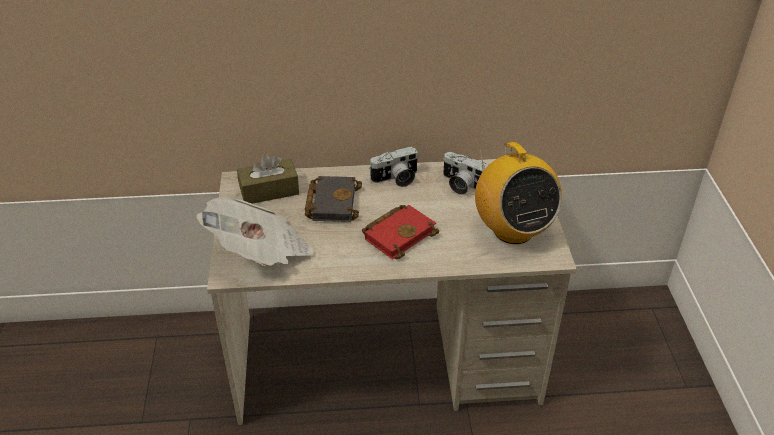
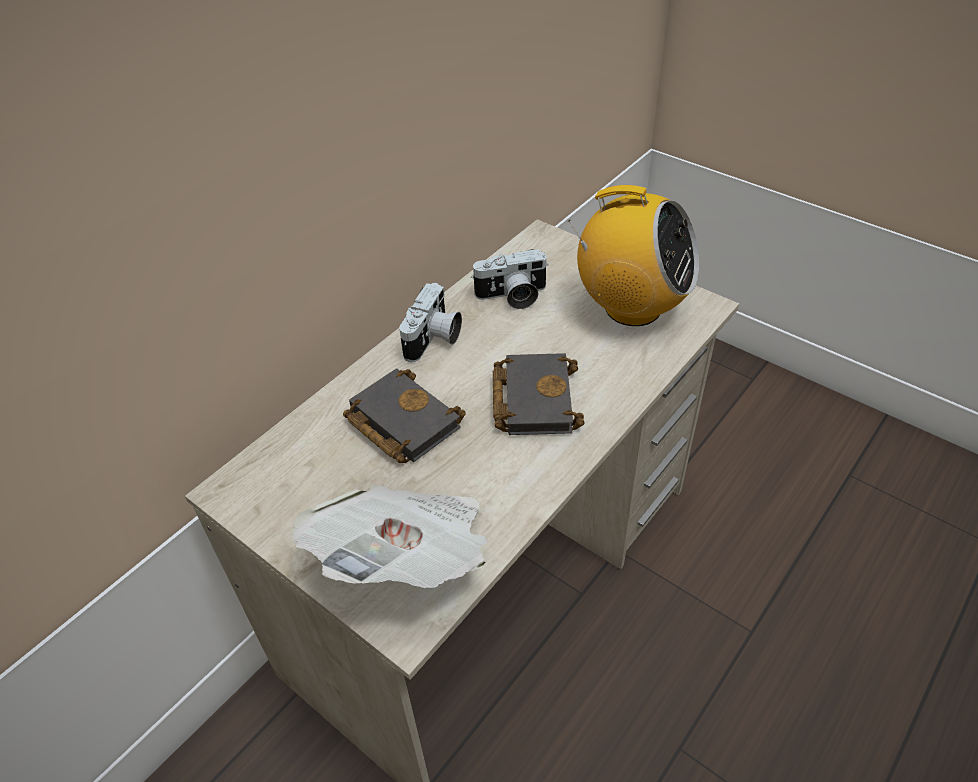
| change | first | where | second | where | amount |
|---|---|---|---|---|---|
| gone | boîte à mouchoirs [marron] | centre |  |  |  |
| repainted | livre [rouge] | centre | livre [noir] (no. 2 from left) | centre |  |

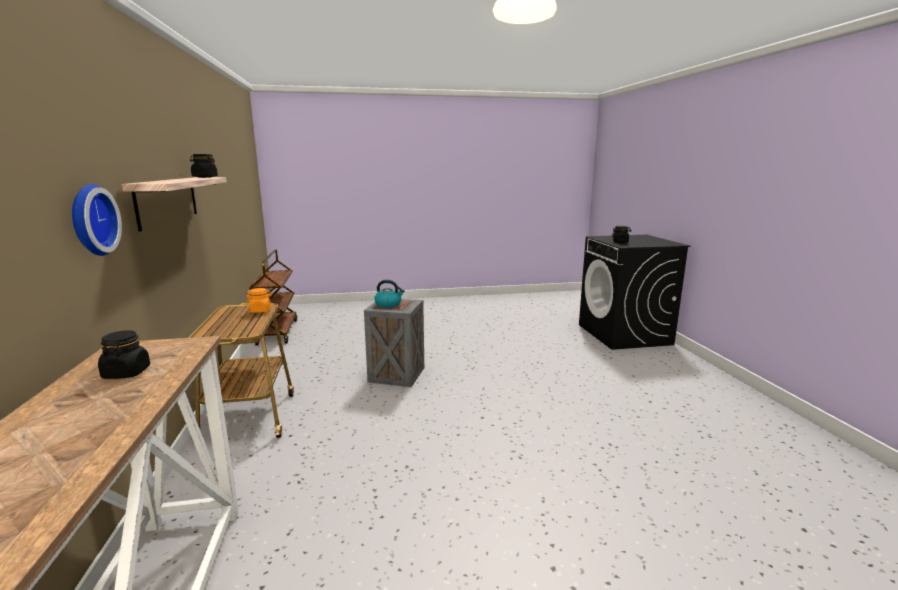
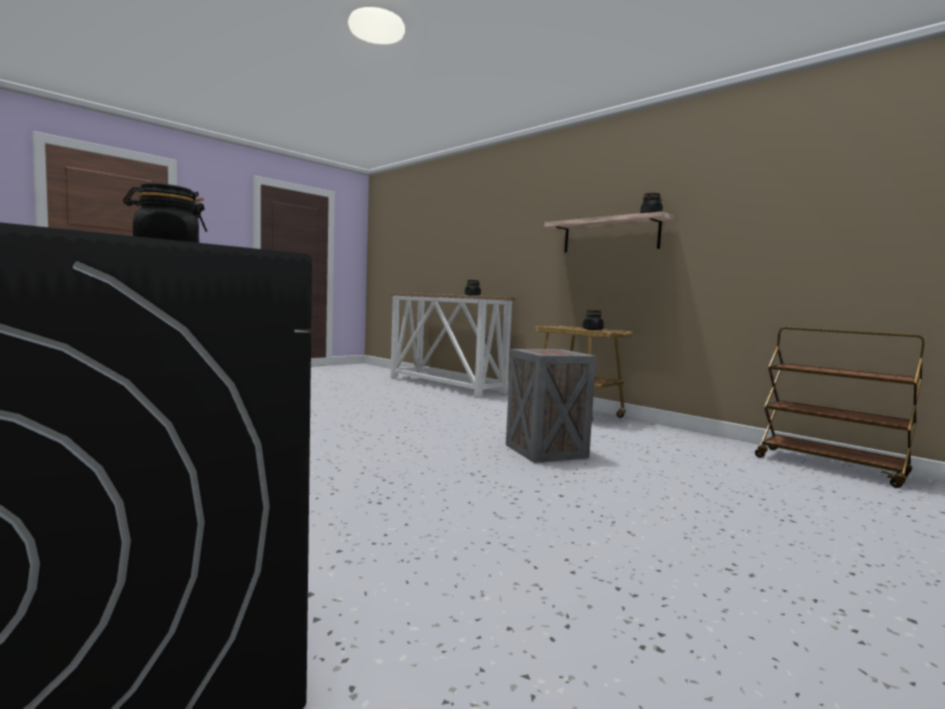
| change | first | where | second | where | amount |
|---|---|---|---|---|---|
| gone | horloge murale | middle left |  |  |  |
| repainted | bocal [orange] | middle left | bocal [noir] (no. 3 from left) | centre |  |
| gone | bouilloire | centre |  |  |  |

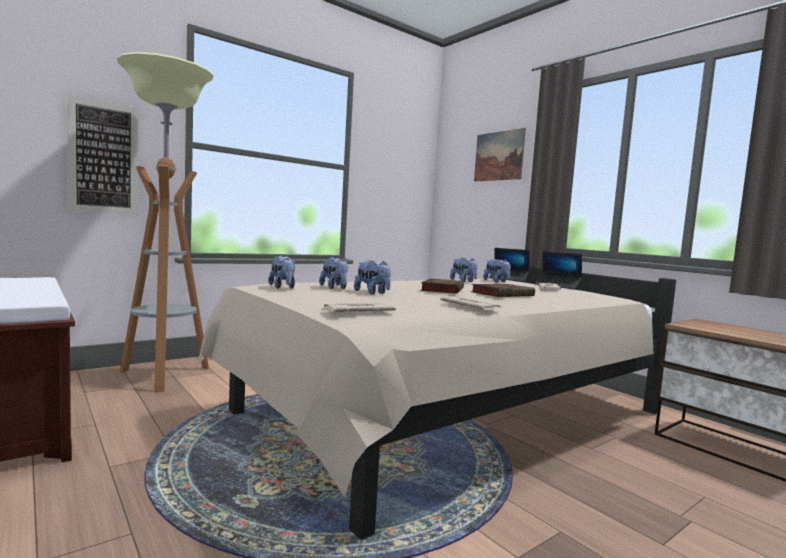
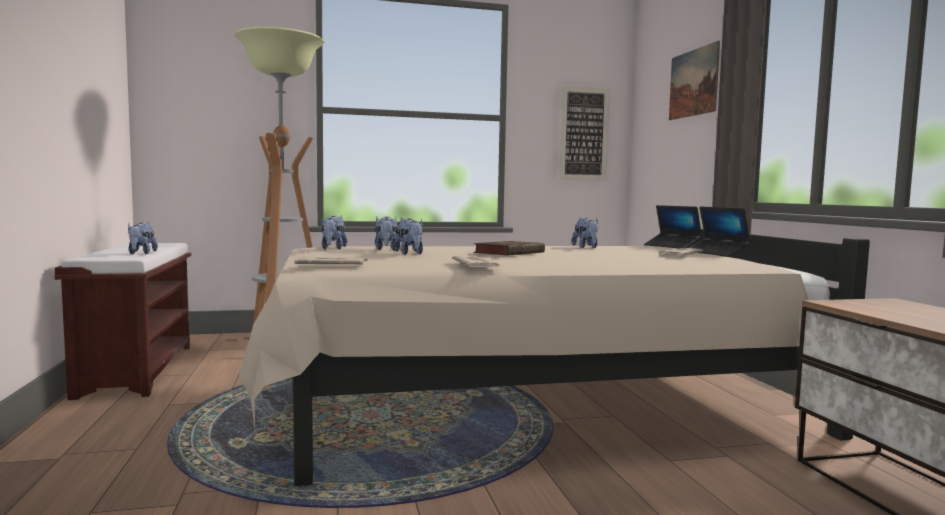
| change | first | where | second | where | amount |
|---|---|---|---|---|---|
| shifted | tableau (no. 1 from left) | top left |  | top centre |  |
| gone | livre (no. 2 from left) | centre |  |  |  |
| shifted | peluche (no. 5 from left in the first image) | centre | peluche (no. 1 from left) | middle left |  |

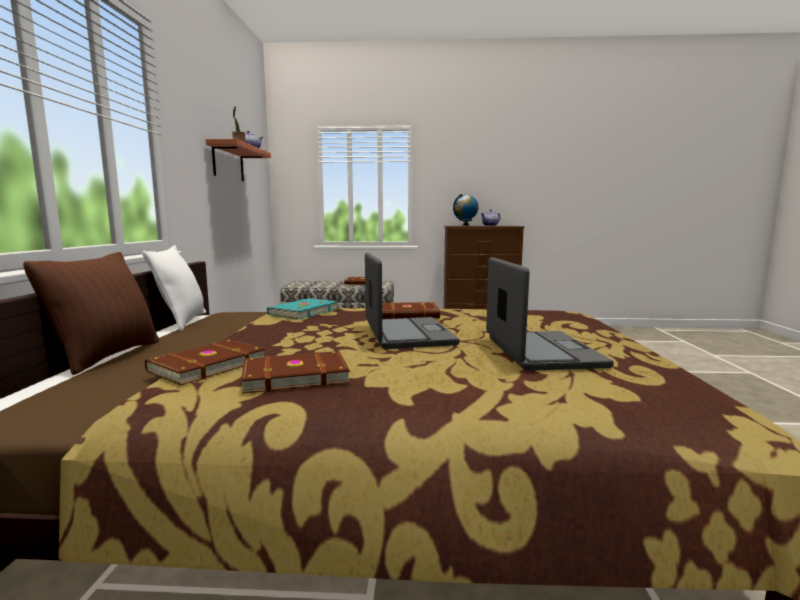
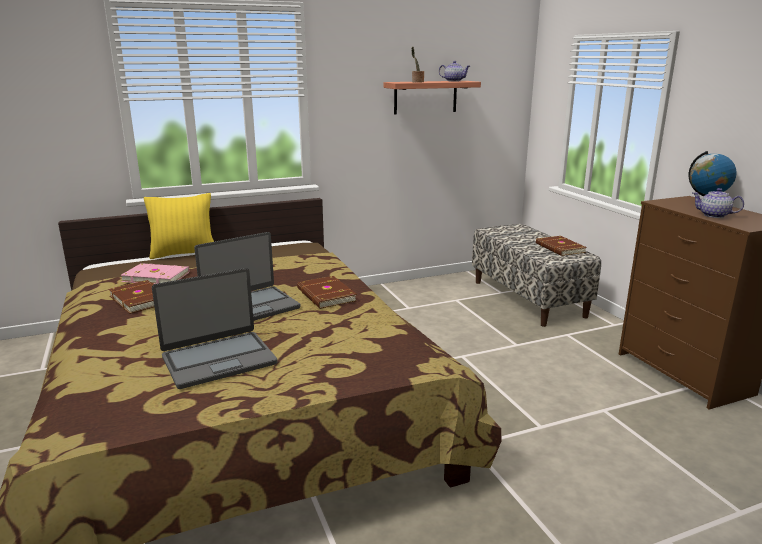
| change | first | where | second | where | amount |
|---|---|---|---|---|---|
| repainted | coussin [marron] | middle left | coussin [jaune] | middle left |  |
| gone | coussin [blanc] | middle left |  |  |  |
| repainted | livre [marron] (no. 1 from left) | middle left | livre [rose] | middle left |  |
| gone | livre [turquoise] | centre |  |  |  |

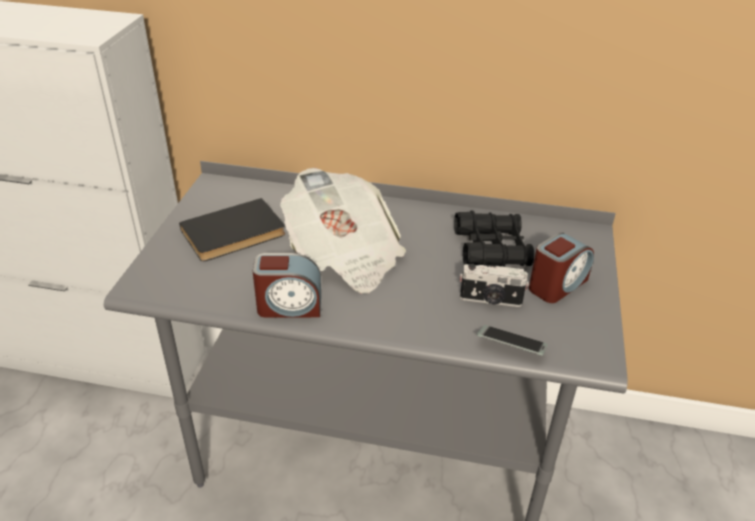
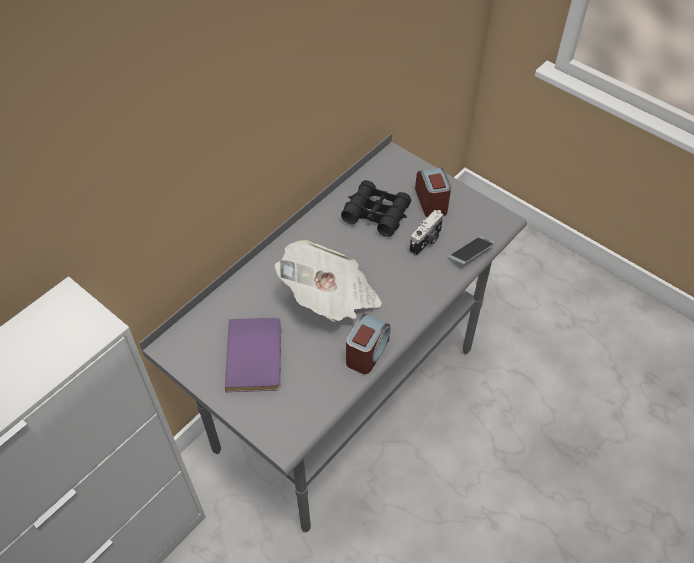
| change | first | where | second | where | amount |
|---|---|---|---|---|---|
| repainted | livre [noir] | middle left | livre [violet] | centre |  |

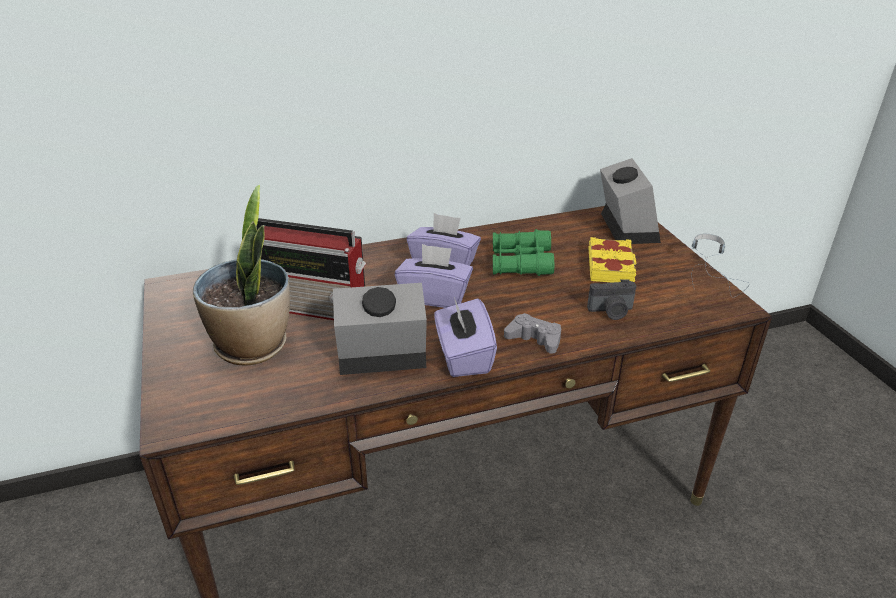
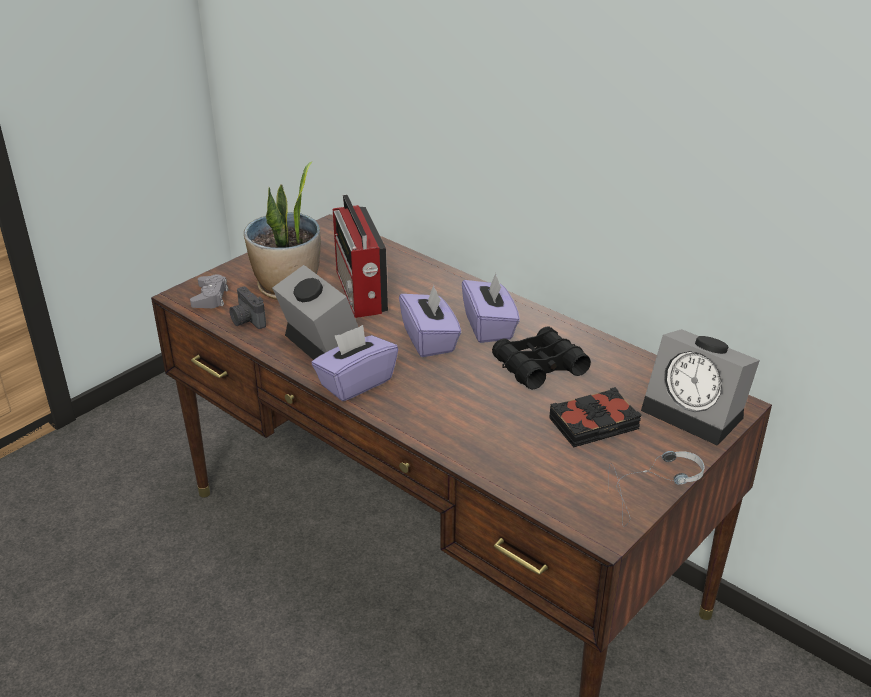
| change | first | where | second | where | amount |
|---|---|---|---|---|---|
| repainted | jumelles [vert] | centre | jumelles [noir] | centre |  |
| shifted | manette [gris] | centre |  | middle left |  |
| shifted | appareil photo | middle right |  | middle left |  |
| repainted | livre [jaune] | middle right | livre [noir] | middle right |  |
| rotated | réveil (no. 2 from left) | middle right |  | middle right | 75 degrees clockwise |

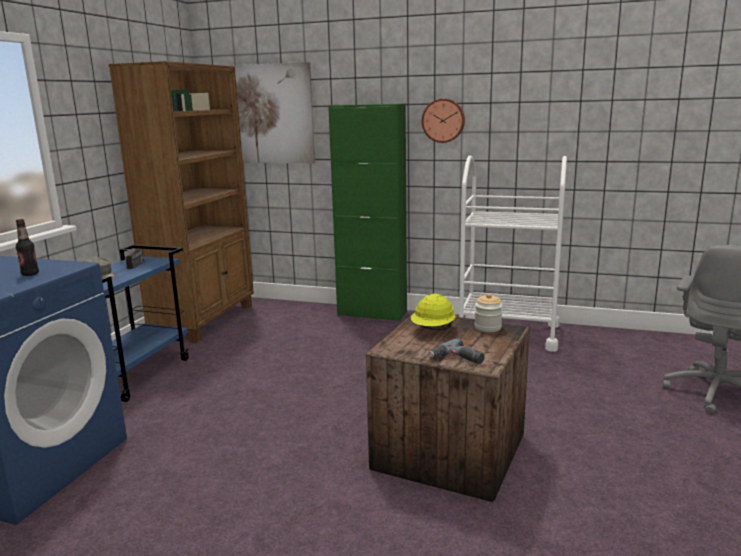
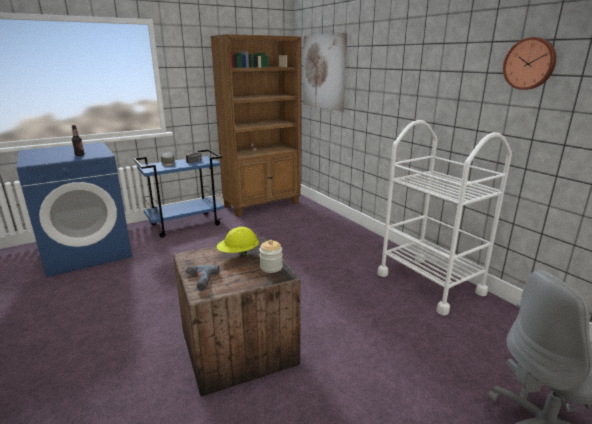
| change | first | where | second | where | amount |
|---|---|---|---|---|---|
| gone | meuble de rangement [vert] | centre |  |  |  |
| shifted | horloge murale | top centre |  | top right |  |

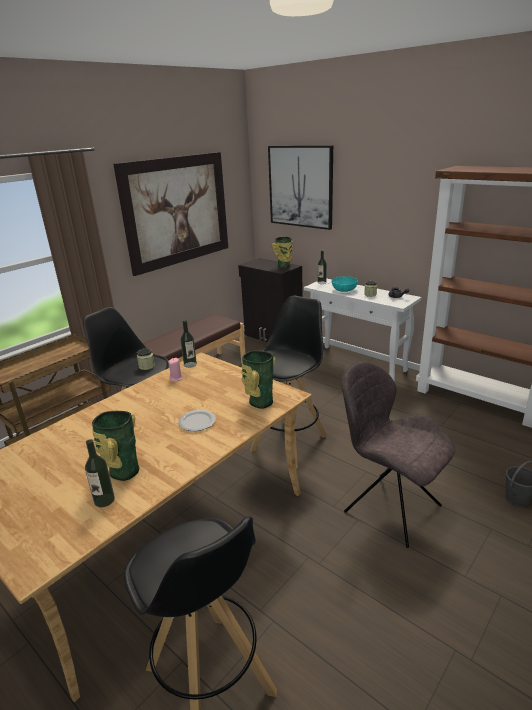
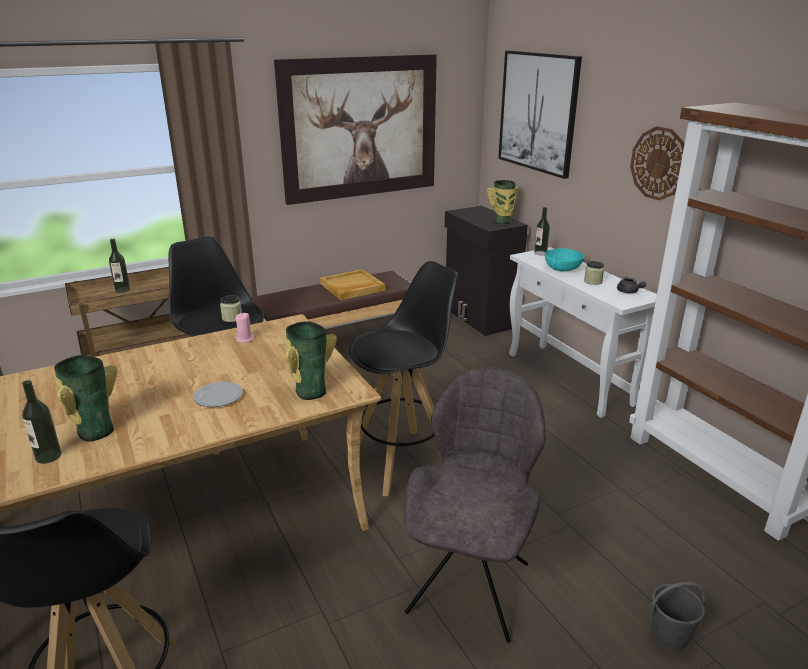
| change | first | where | second | where | amount |
|---|---|---|---|---|---|
| shifted | bouteille (no. 2 from left) | centre |  | middle left |  |
| rotated | chaise [gris] | middle right |  | bottom centre | 45 degrees clockwise |
| new |  |  | plateau [beige] | centre |  |
| new |  |  | horloge murale | top right |  |

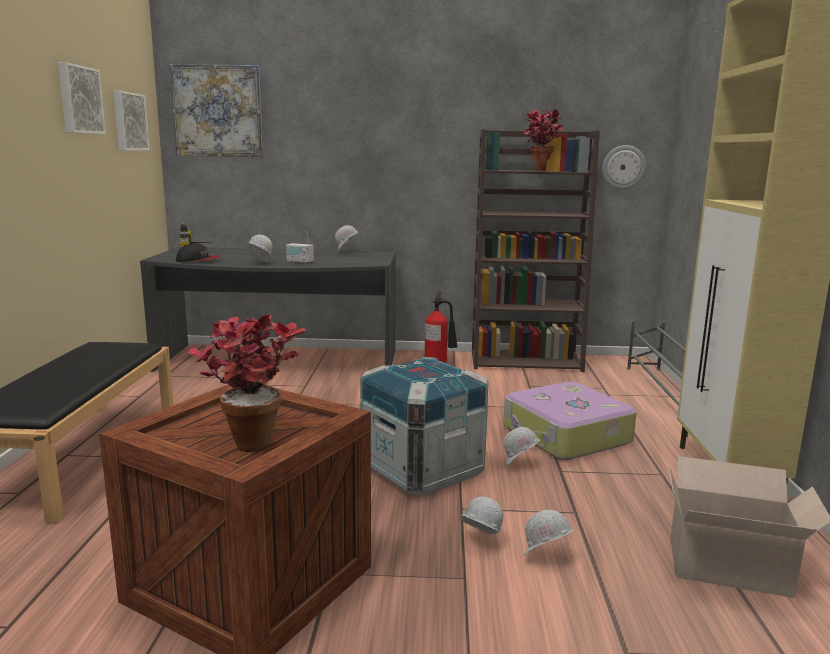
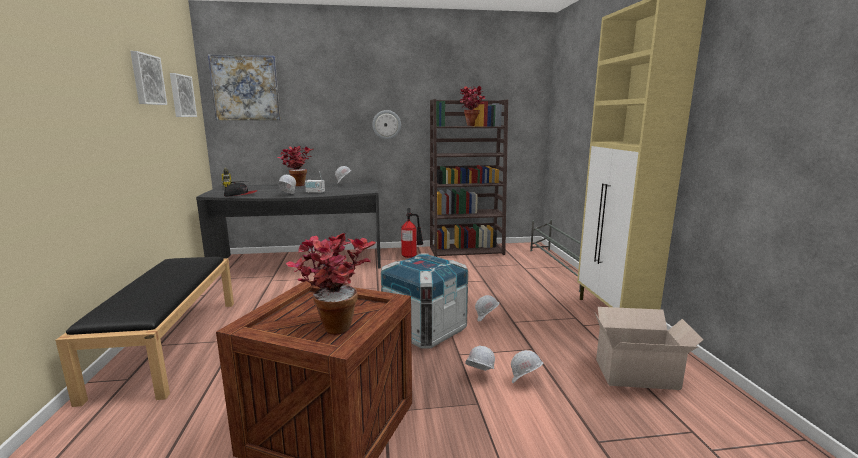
| change | first | where | second | where | amount |
|---|---|---|---|---|---|
| gone | valise | middle right |  |  |  |
| shifted | horloge murale | top right |  | top centre |  |
| new |  |  | plante en pot (no. 1 from left) | centre |  |

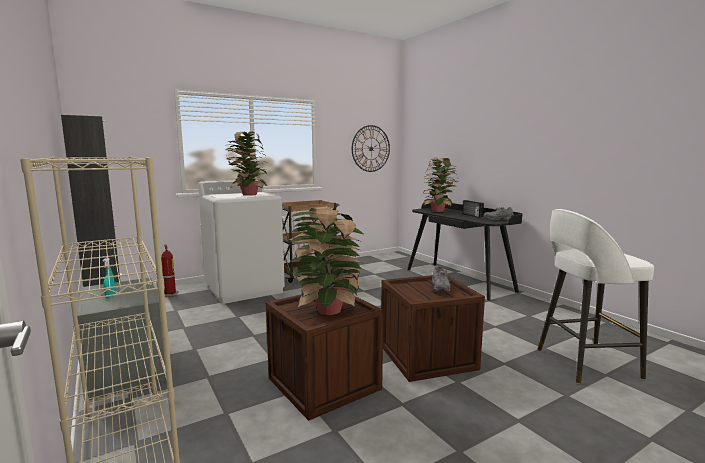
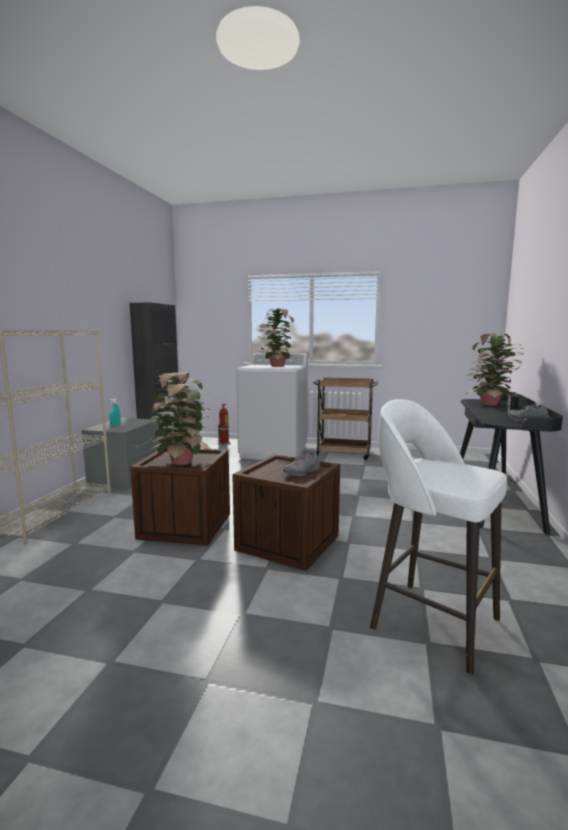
| change | first | where | second | where | amount |
|---|---|---|---|---|---|
| gone | horloge murale | top centre |  |  |  |

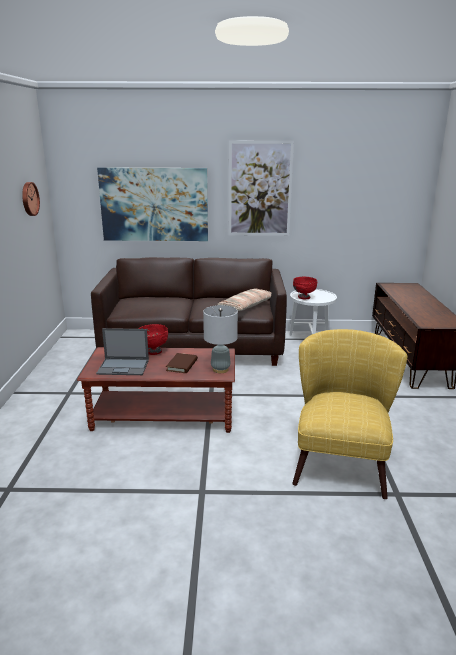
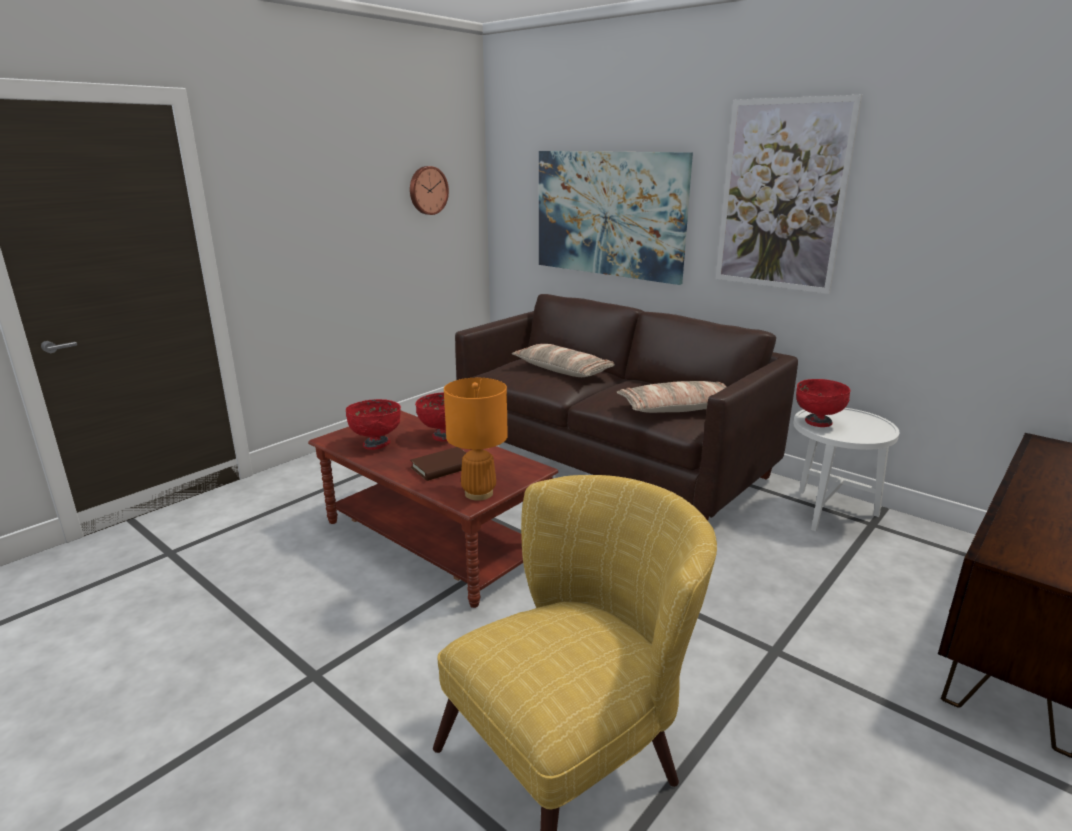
| change | first | where | second | where | amount |
|---|---|---|---|---|---|
| swapped | ordinateur portable | middle left | bol [rouge] (no. 1 from left) | centre |  |
| repainted | lampe de table [gris] | centre | lampe de table [orange] | centre |  |
| new |  |  | coussin (no. 1 from left) | centre |  |

